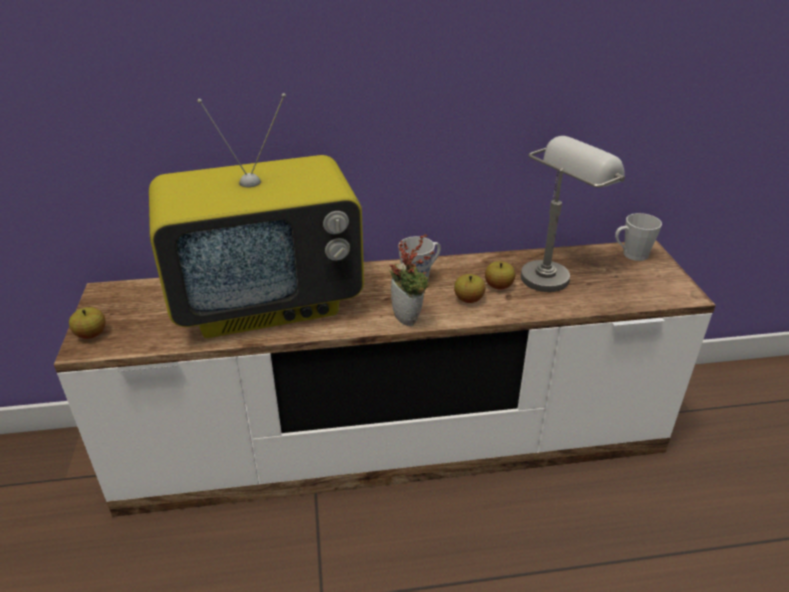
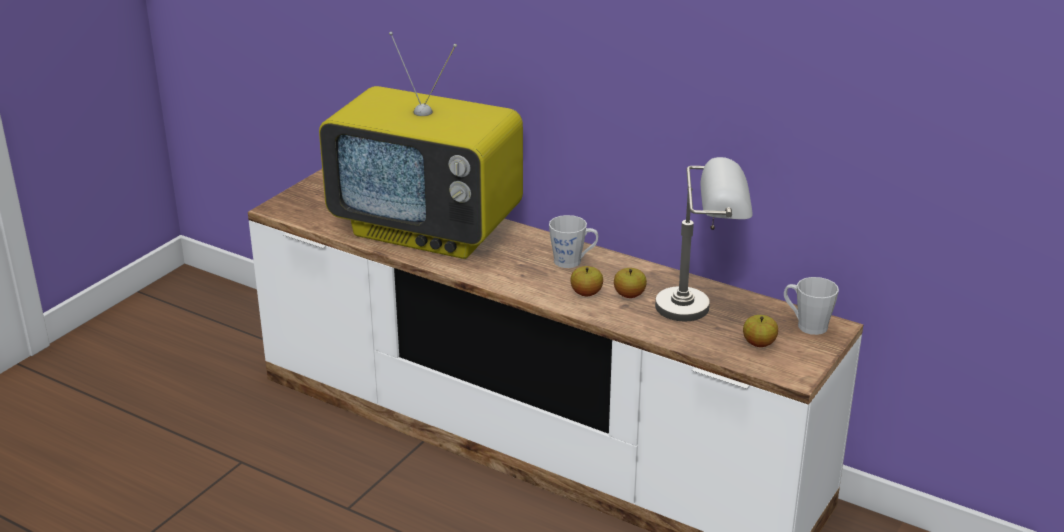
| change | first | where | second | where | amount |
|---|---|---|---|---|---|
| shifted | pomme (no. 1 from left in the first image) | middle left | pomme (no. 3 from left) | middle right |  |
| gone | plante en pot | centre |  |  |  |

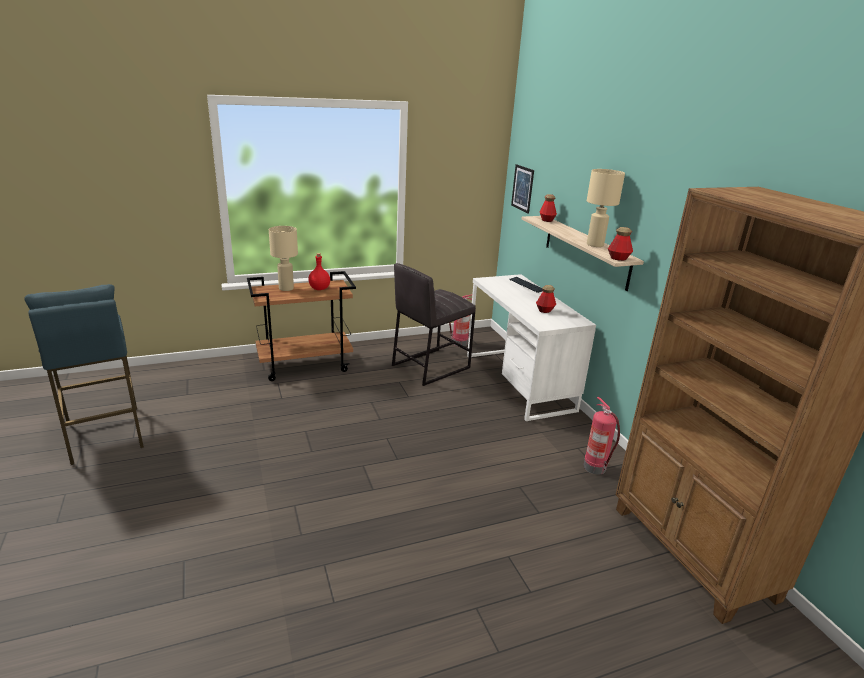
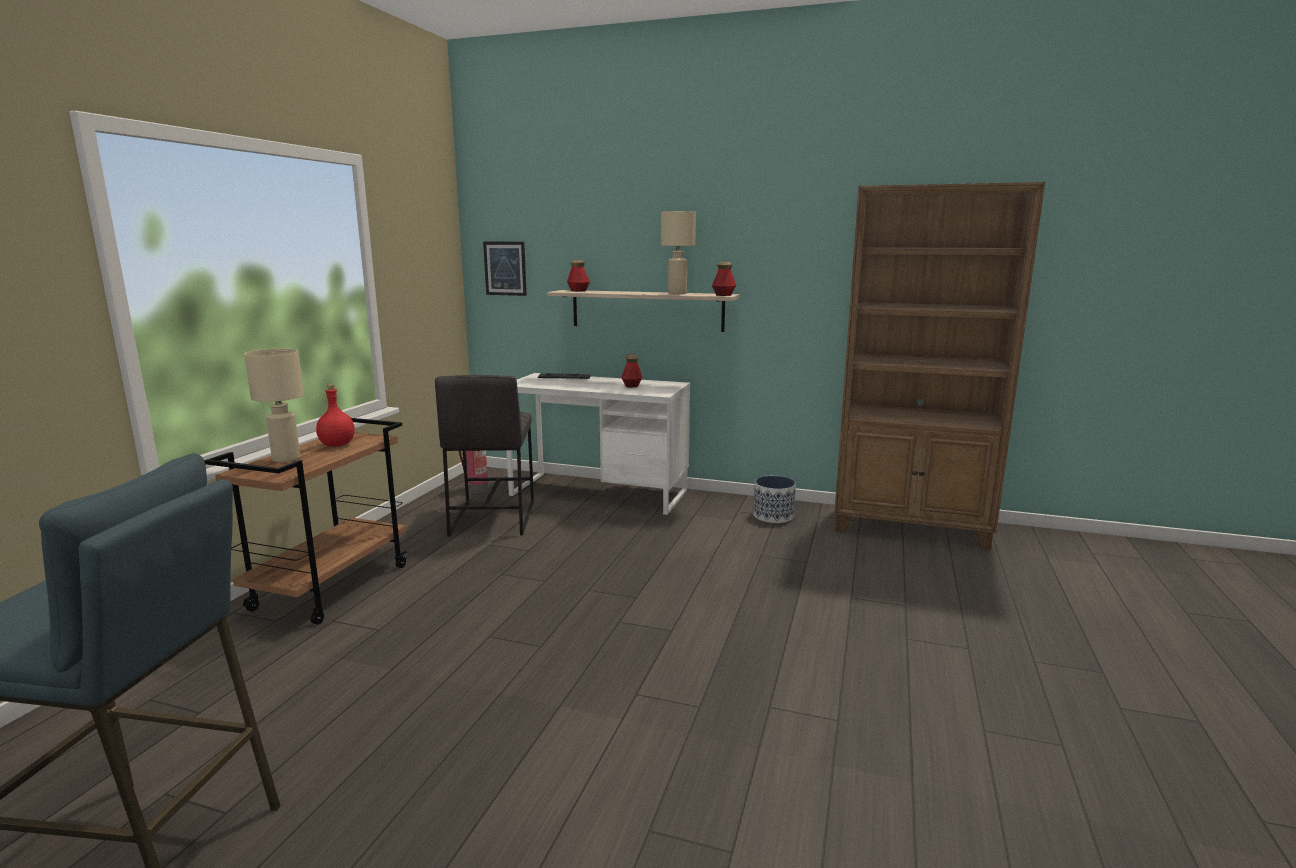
| change | first | where | second | where | amount |
|---|---|---|---|---|---|
| swapped | extincteur (no. 2 from left) | middle right | cache-pot | centre |  |

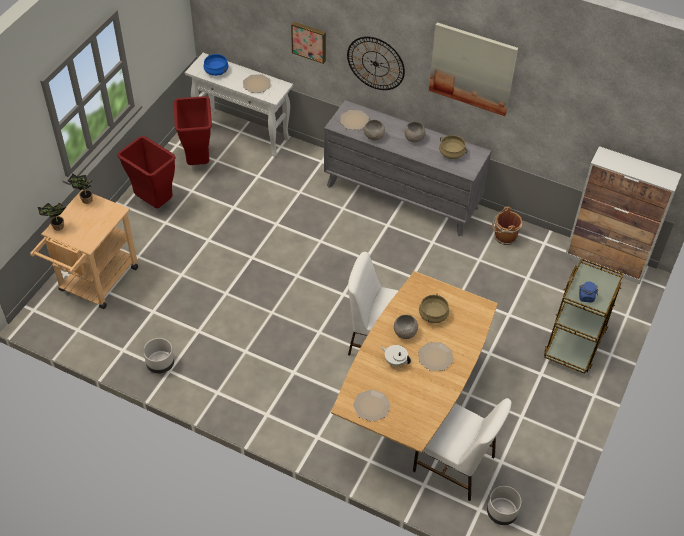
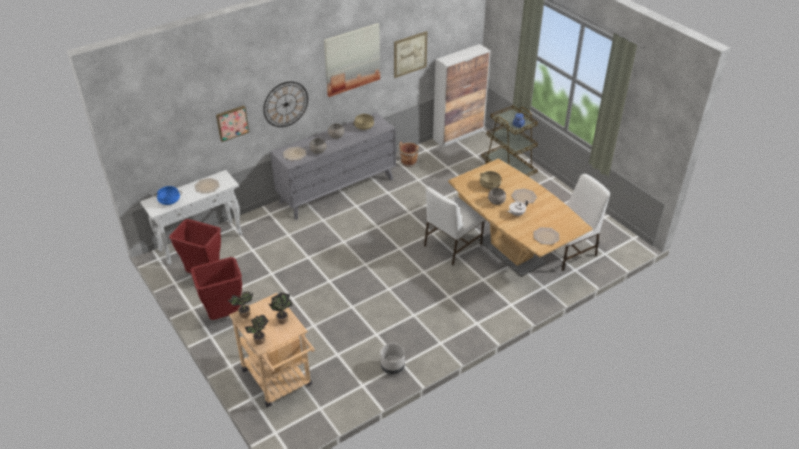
| change | first | where | second | where | amount |
|---|---|---|---|---|---|
| gone | cache-pot [gris] (no. 2 from left) | bottom right |  |  |  |
| new |  |  | plante en pot (no. 3 from left) | bottom centre |  |
| new |  |  | tableau (no. 3 from left) | top centre |  |

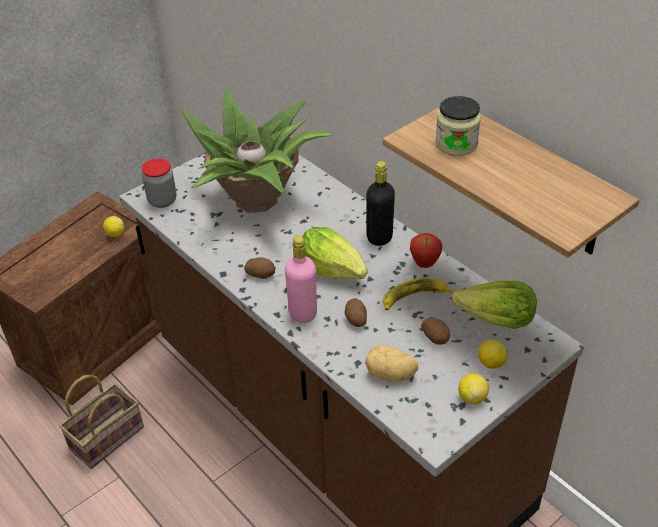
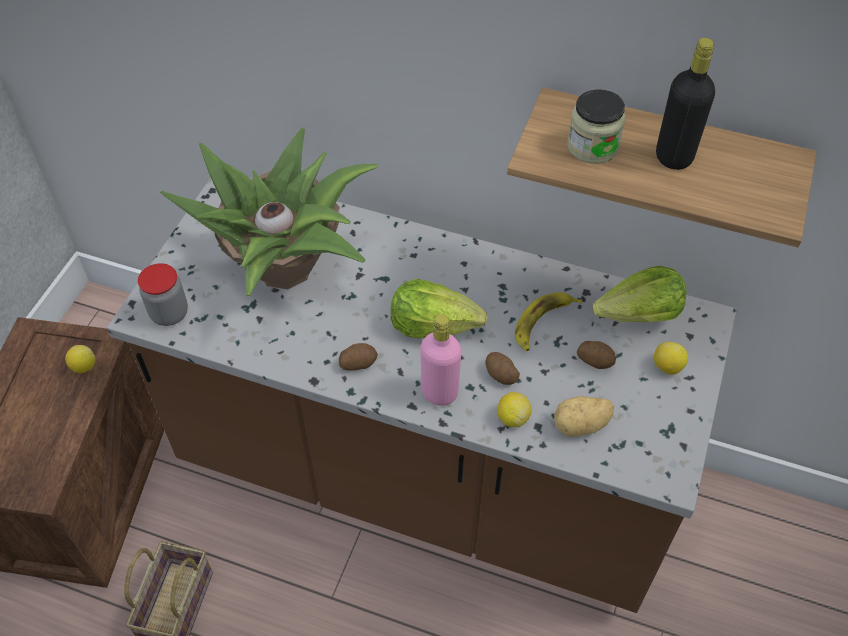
| change | first | where | second | where | amount |
|---|---|---|---|---|---|
| shifted | bouteille [noir] | centre |  | top right |  |
| gone | pomme | centre |  |  |  |
| shifted | citron (no. 2 from left) | bottom right |  | centre |  |

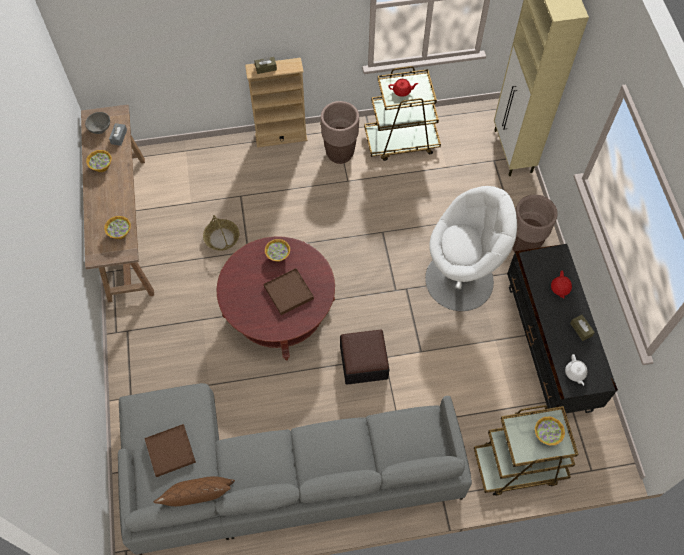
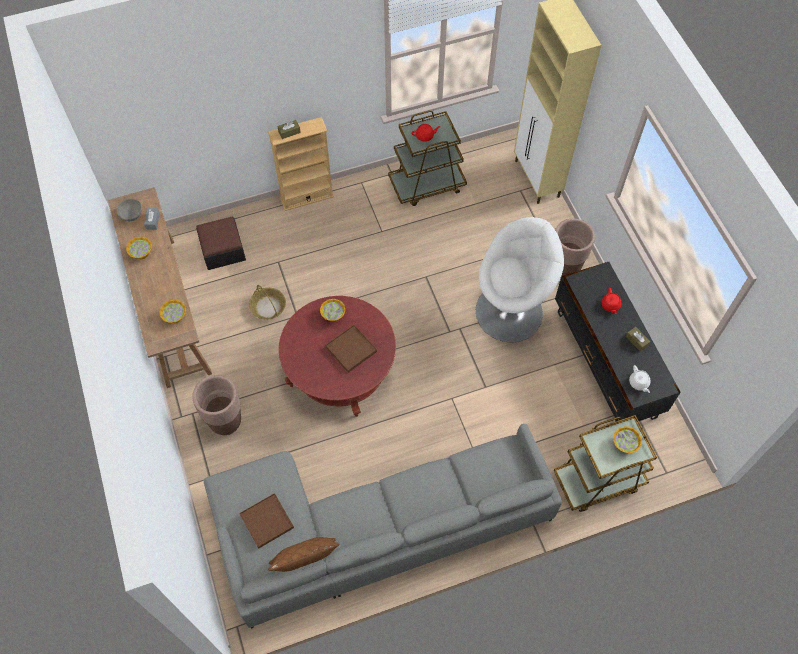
| change | first | where | second | where | amount |
|---|---|---|---|---|---|
| shifted | cache-pot [marron] (no. 1 from left) | top centre |  | middle left |  |
| shifted | pouf | centre |  | middle left |  |

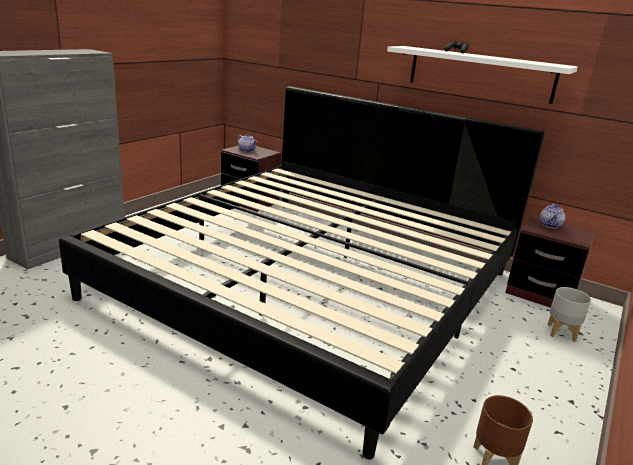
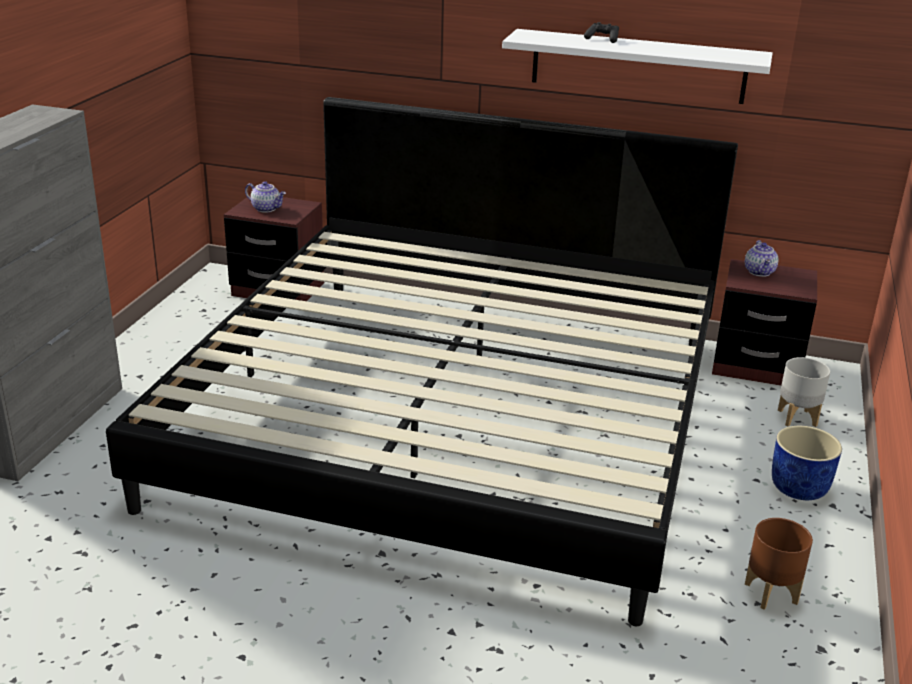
| change | first | where | second | where | amount |
|---|---|---|---|---|---|
| new |  |  | cache-pot [bleu] | bottom right |  |

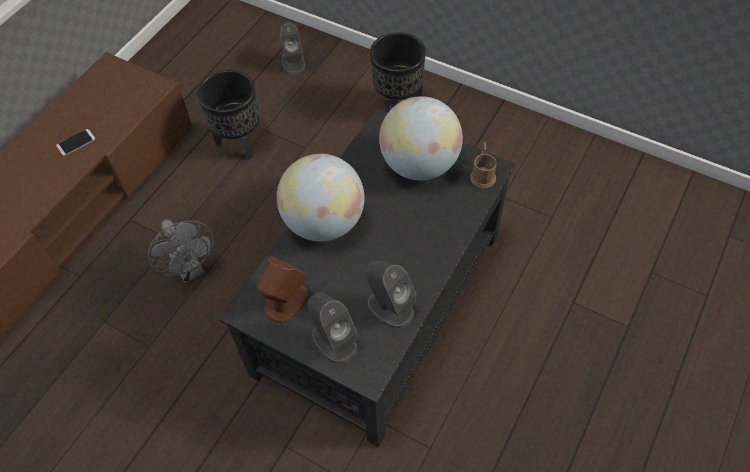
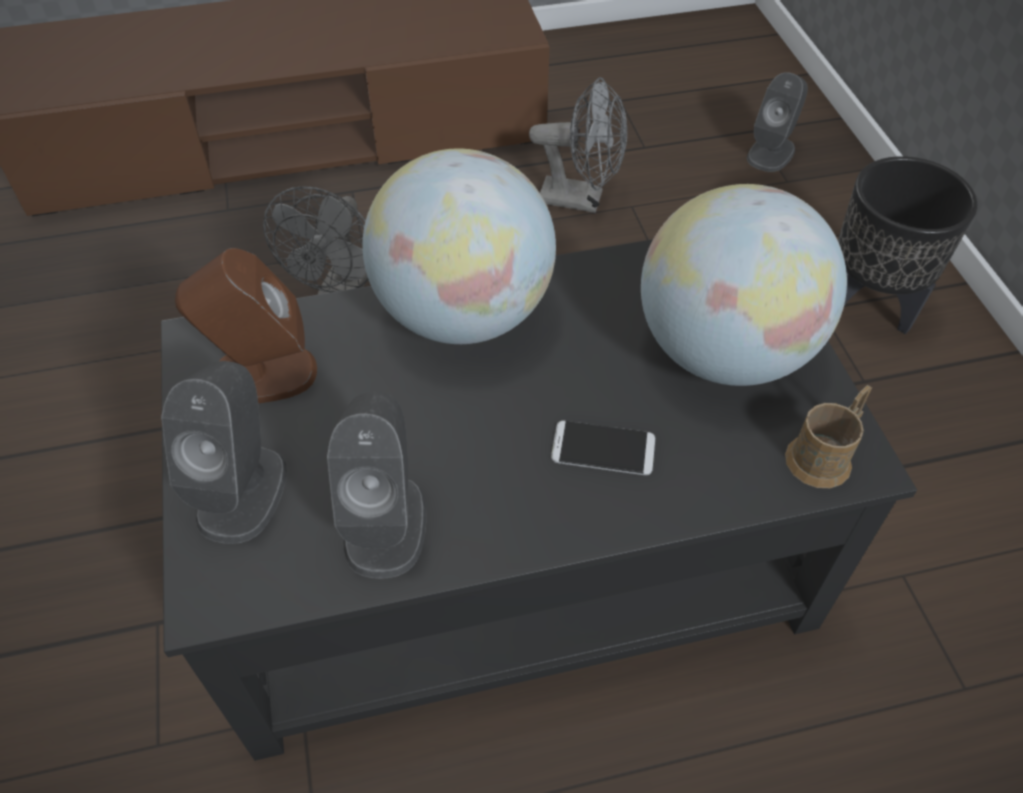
| change | first | where | second | where | amount |
|---|---|---|---|---|---|
| shifted | téléphone | top left |  | centre |  |
| swapped | cache-pot [noir] (no. 1 from left) | top left | ventilateur [gris] (no. 2 from left) | top centre |  |

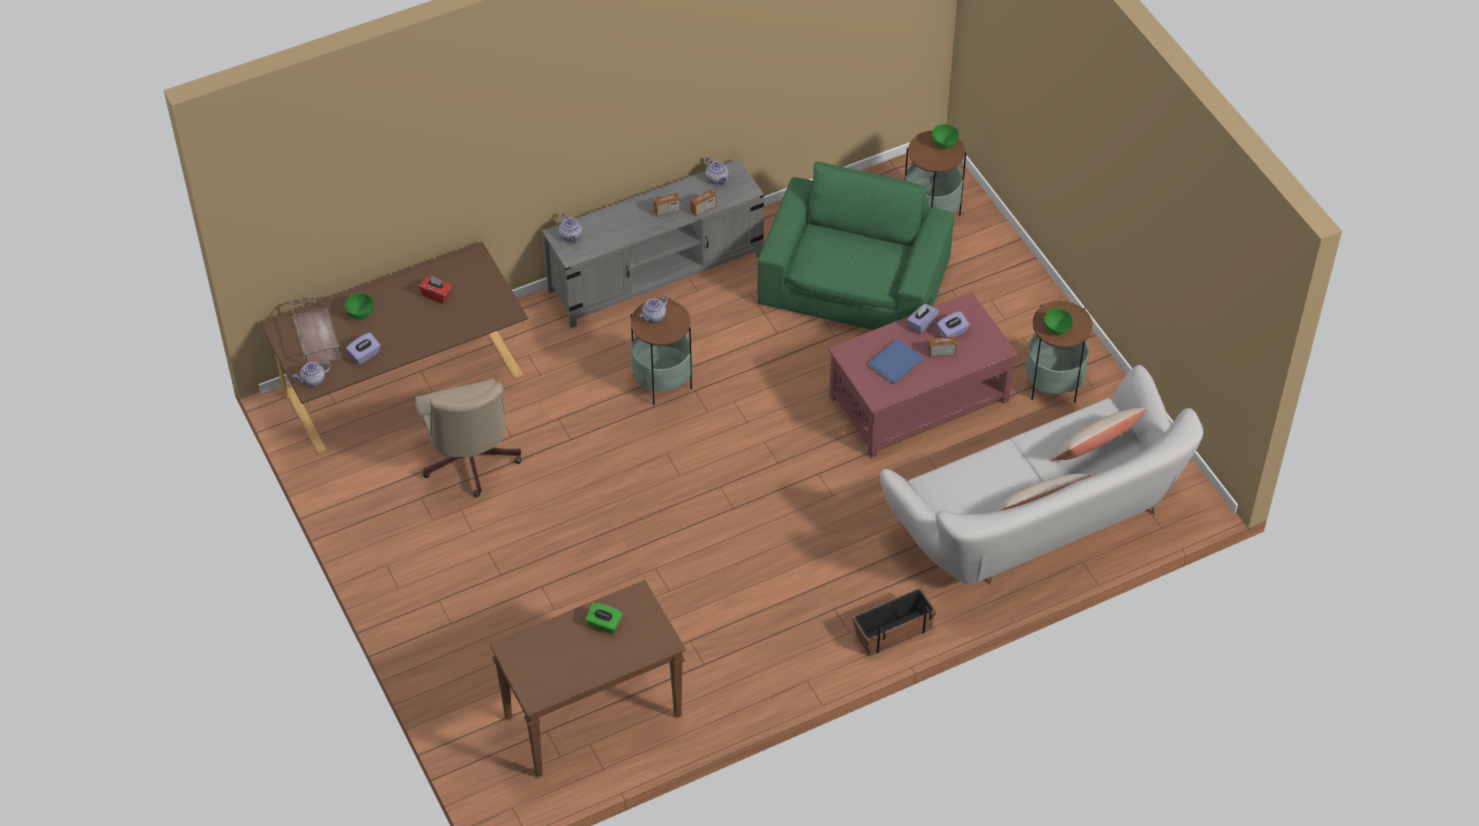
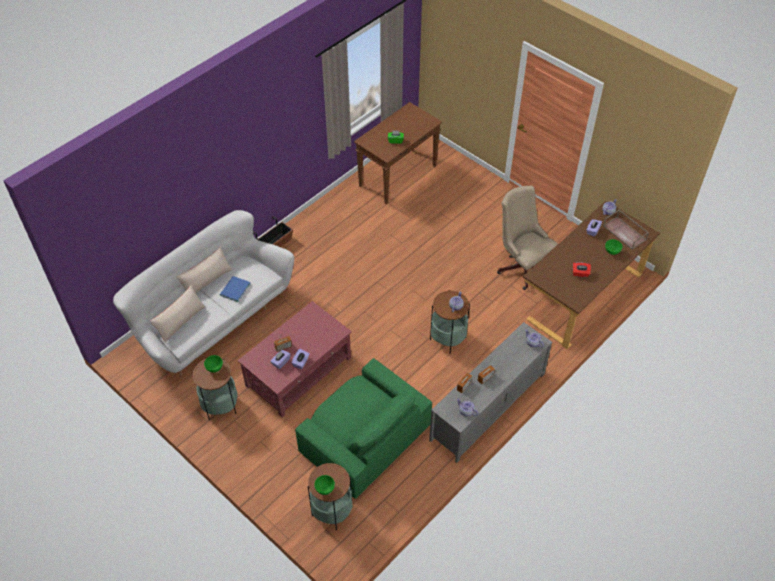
| change | first | where | second | where | amount |
|---|---|---|---|---|---|
| rotated | fauteuil [vert] | top centre |  | bottom centre | 45 degrees counterclockwise |
| shifted | livre [bleu] | centre |  | middle left |  |

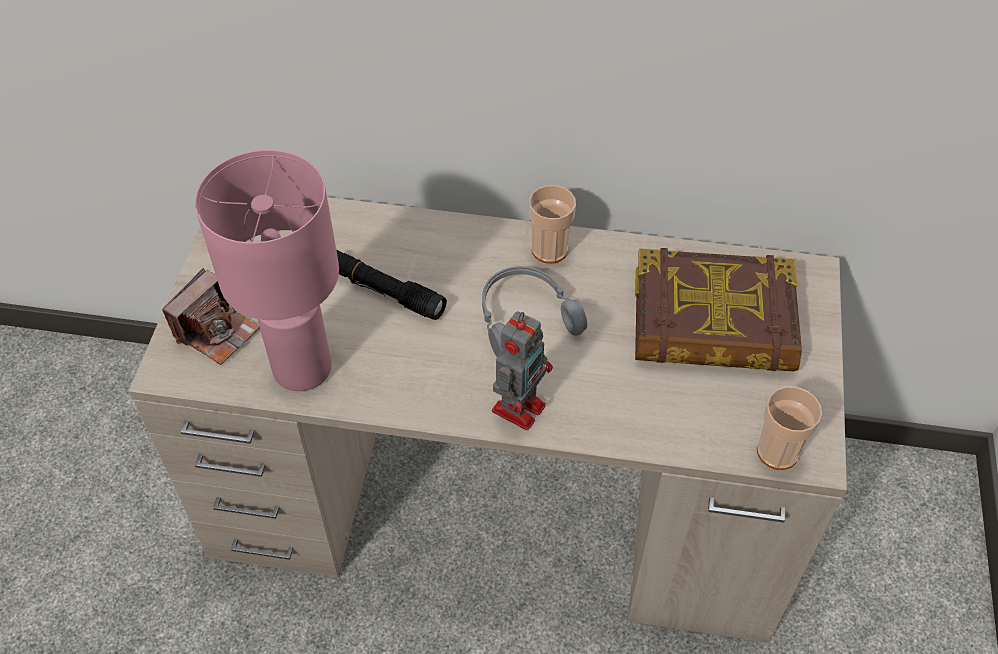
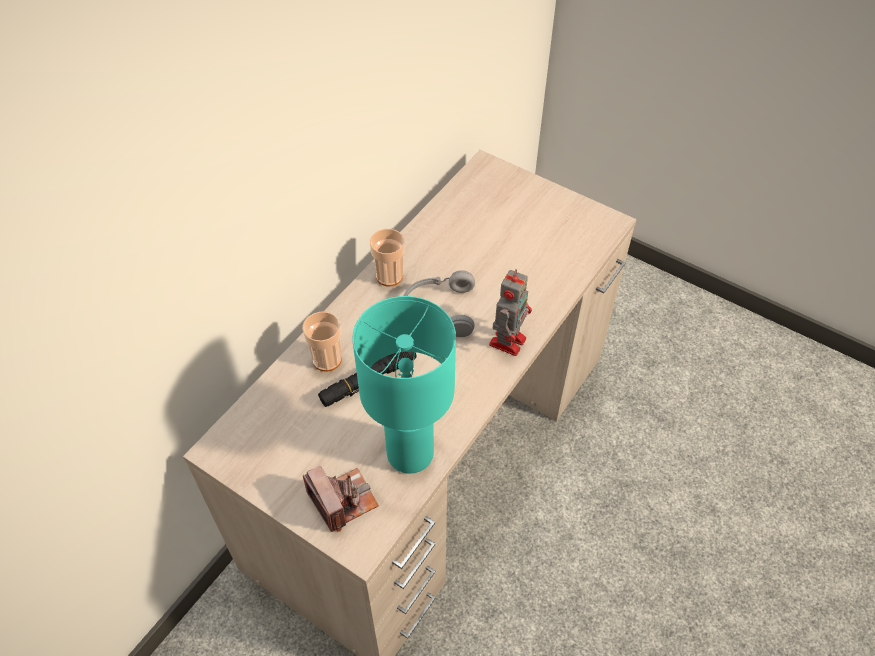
| change | first | where | second | where | amount |
|---|---|---|---|---|---|
| repainted | lampe de table [rose] | middle left | lampe de table [turquoise] | centre |  |
| rotated | robot jouet | centre |  | centre | 60 degrees clockwise |
| gone | livre | middle right |  |  |  |
| shifted | tasse (no. 2 from left in the first image) | middle right | tasse (no. 1 from left) | centre |  |

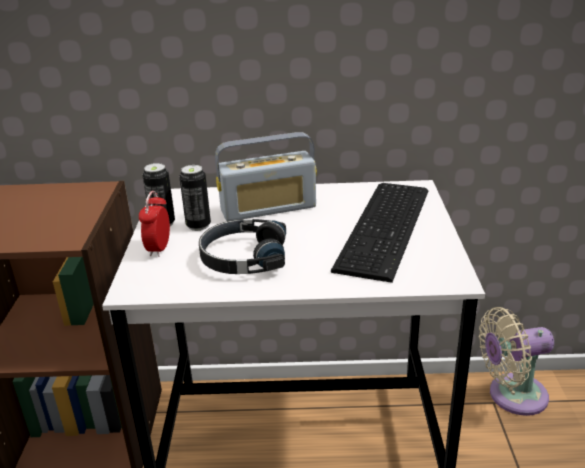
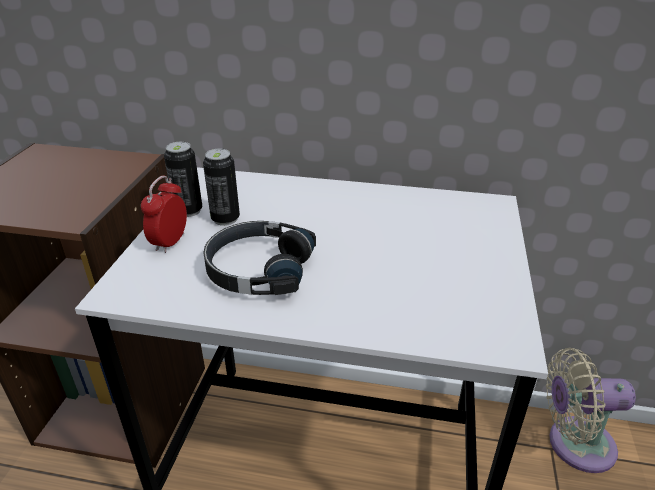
| change | first | where | second | where | amount |
|---|---|---|---|---|---|
| gone | radio | centre |  |  |  |
| gone | clavier | centre |  |  |  |

